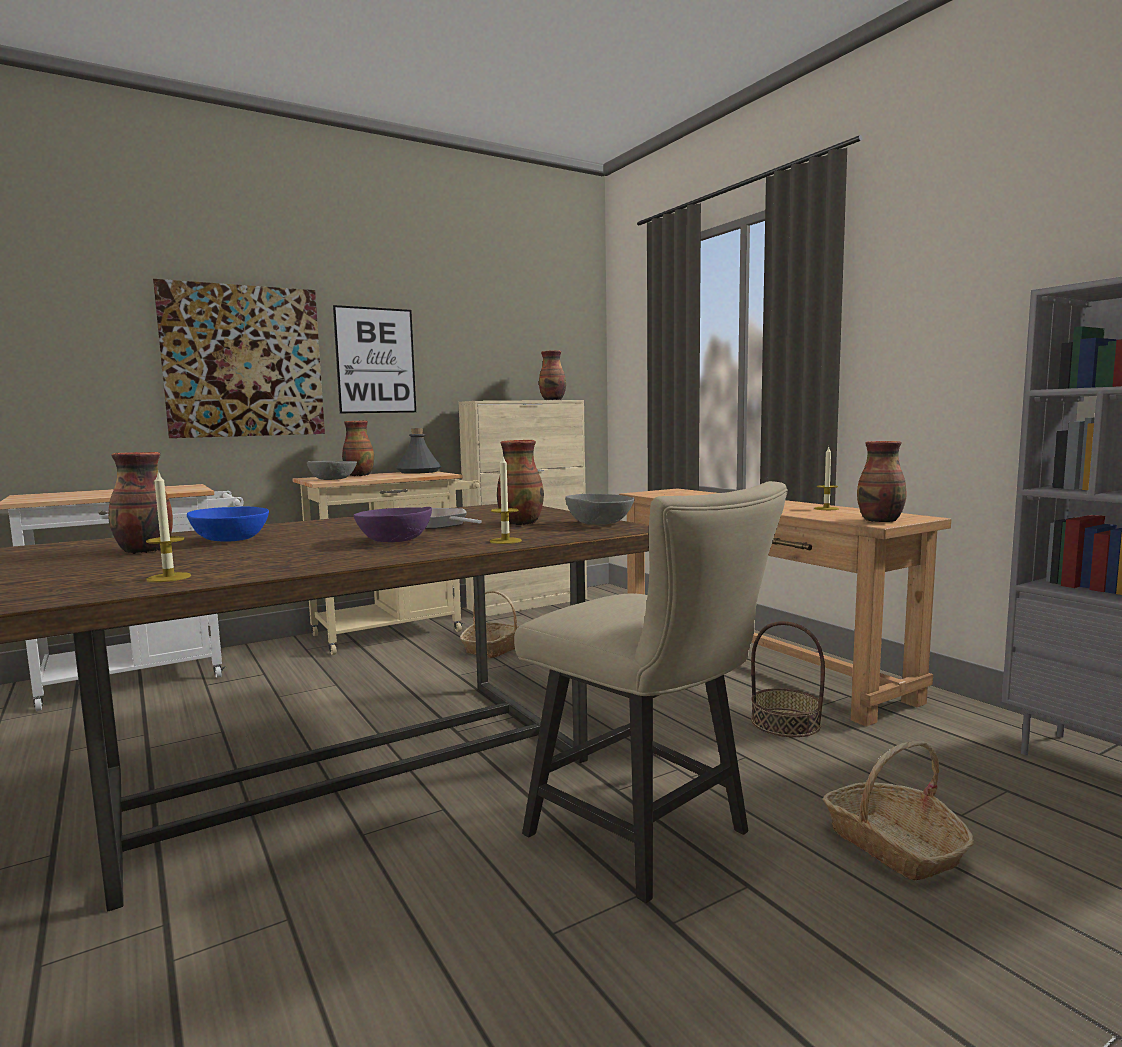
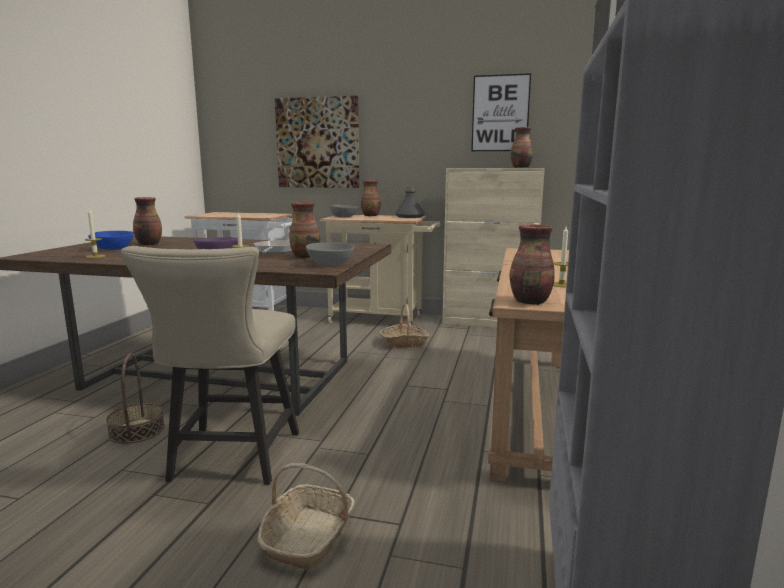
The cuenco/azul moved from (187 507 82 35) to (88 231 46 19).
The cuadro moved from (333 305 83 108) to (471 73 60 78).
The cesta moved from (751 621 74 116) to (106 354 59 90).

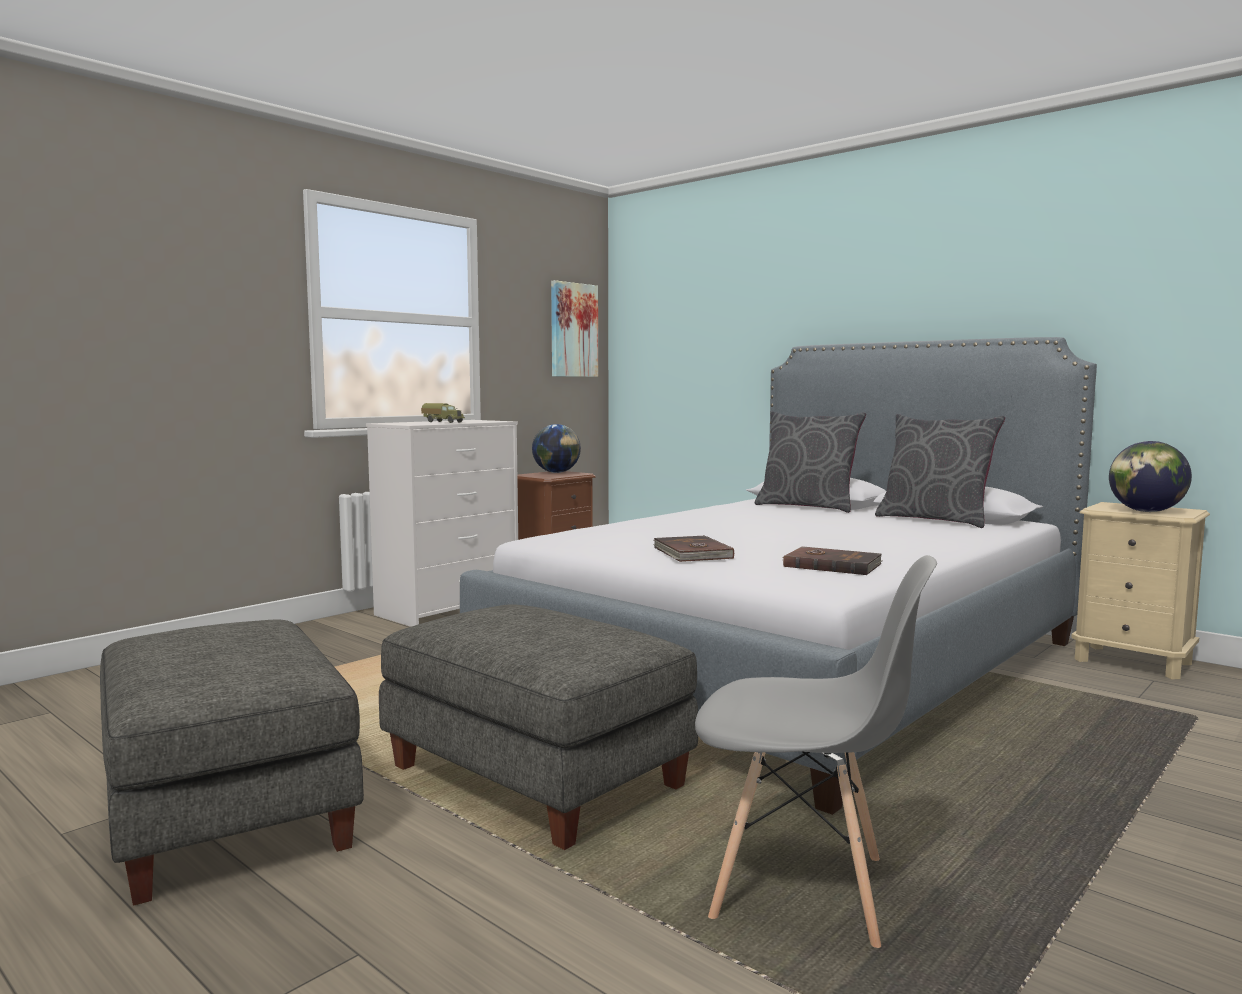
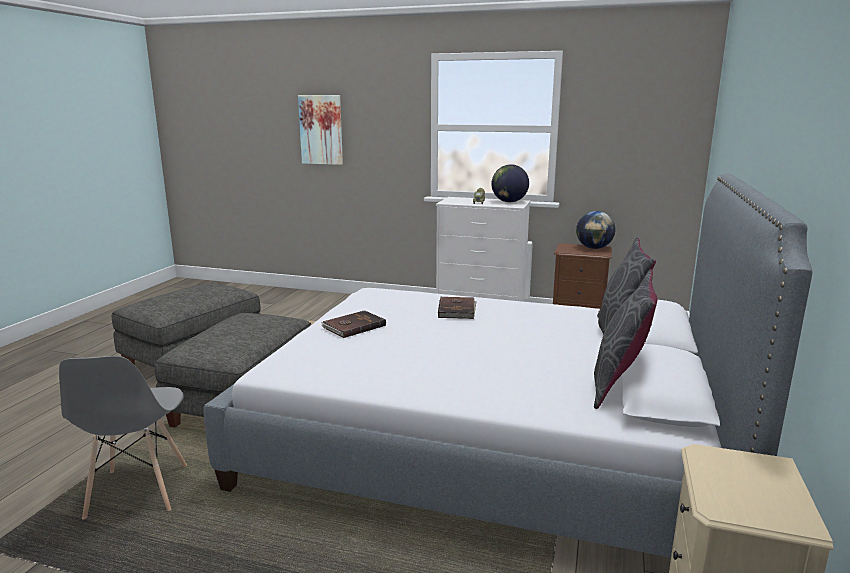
The cuadro moved from (551 280 47 97) to (298 95 45 70).
The libro/marrón moved from (783 546 99 29) to (438 297 38 22).
The globo terráqueo moved from (1109 441 83 71) to (492 164 37 38).

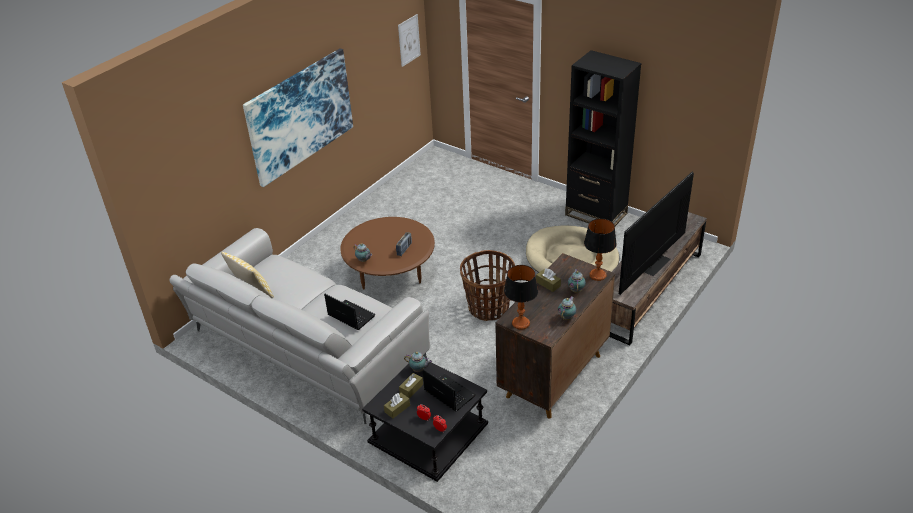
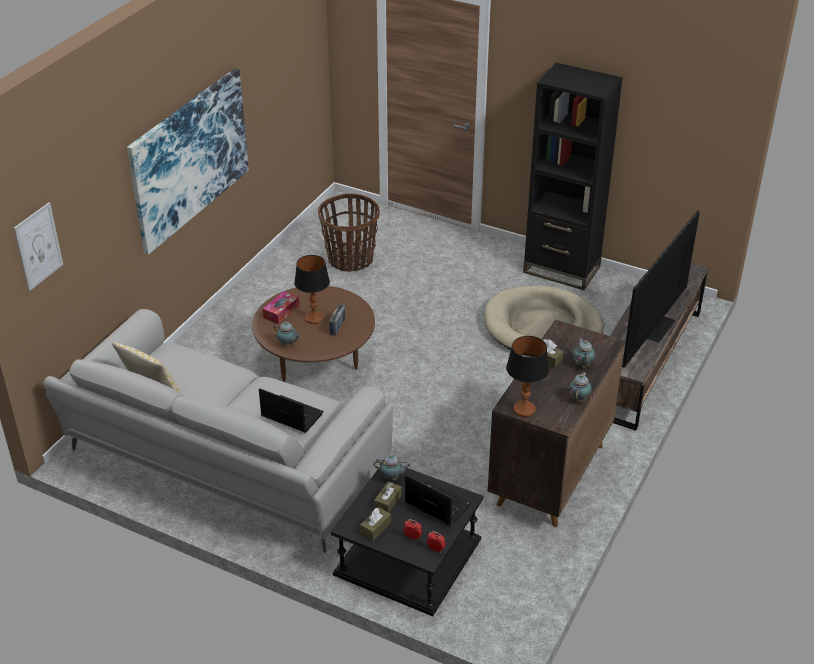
The cuadro moved from (398 14 23 53) to (14 202 49 89).
The cesta moved from (460 250 55 71) to (318 193 62 79).
The lámpara de mesa moved from (584 219 33 62) to (294 255 36 69).
The caja de pañuelos at (263 291 36 33) appeared.

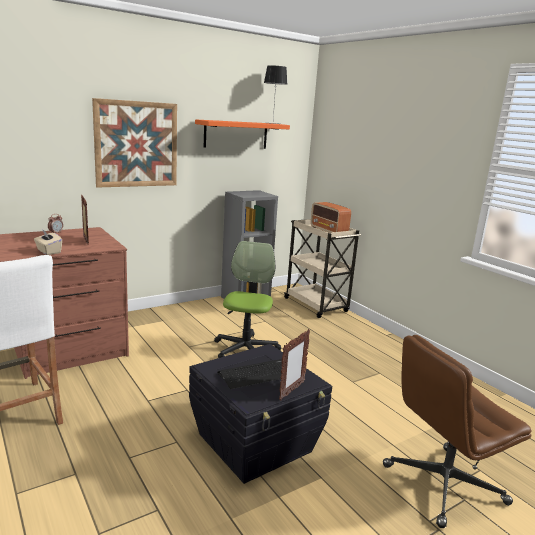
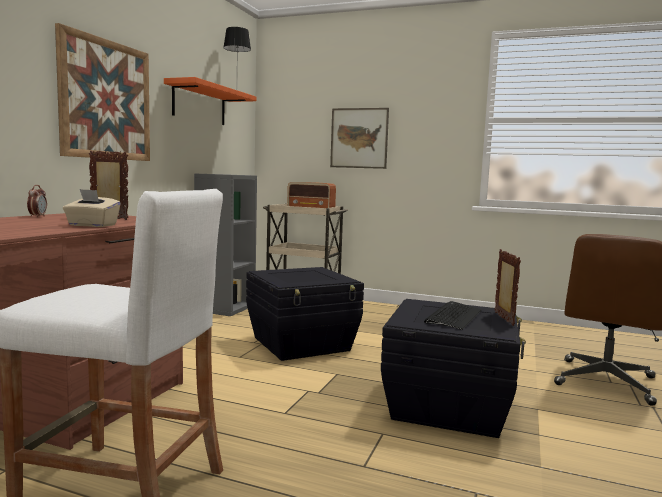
The silla de oficina at (214 241 67 117) was replaced by the caja de almacenaje/negro at (246 267 118 94).
The cuadro at (330 108 59 61) appeared.

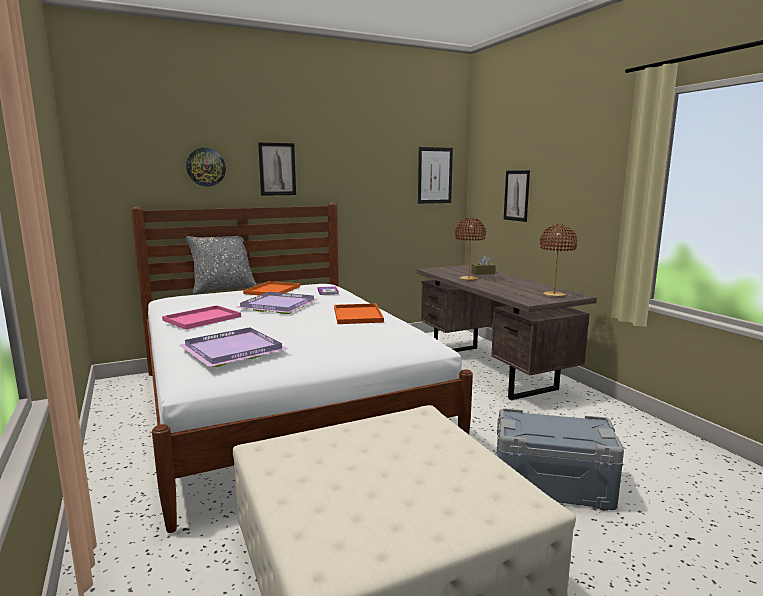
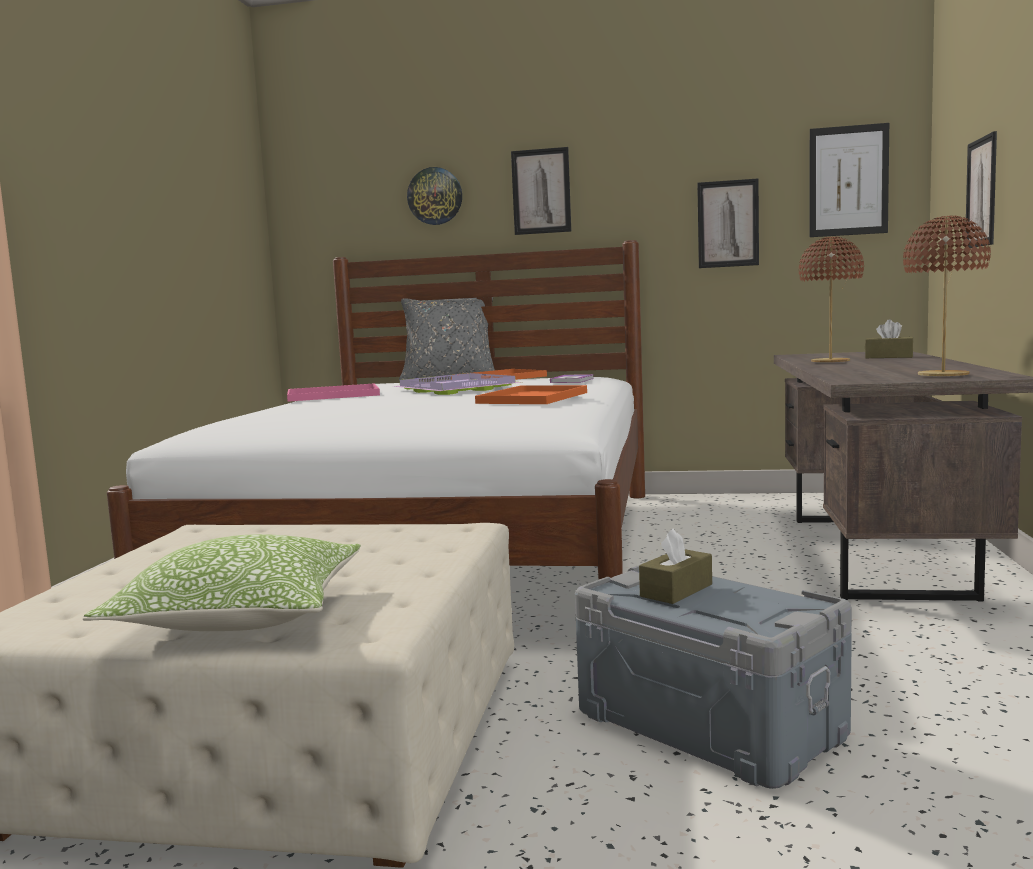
The bandeja/morado at (180 327 109 40) disappeared.
The cojín at (83 534 278 97) appeared.
The caja de pañuelos/marrón at (639 528 73 76) appeared.
The cuadro at (697 179 62 89) appeared.

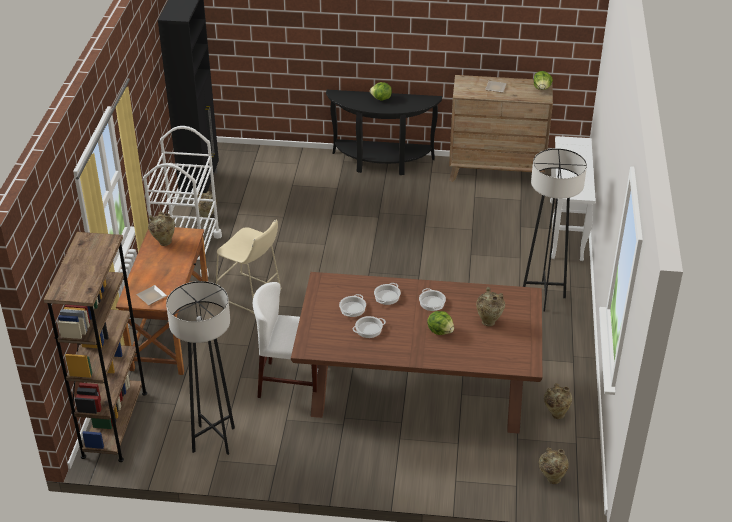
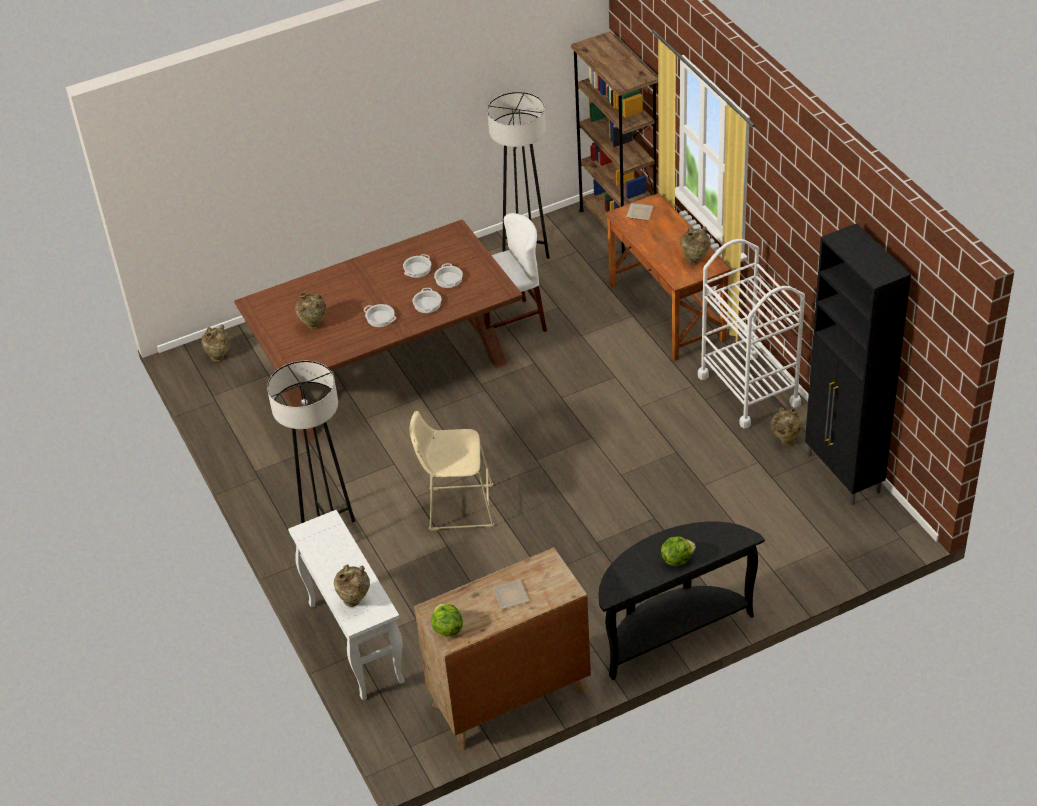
The taburete/beis moved from (216 220 66 94) to (409 411 86 120).
The lechuga at (427 311 27 24) disappeared.
The florero/beis moved from (544 383 28 36) to (334 564 36 43).

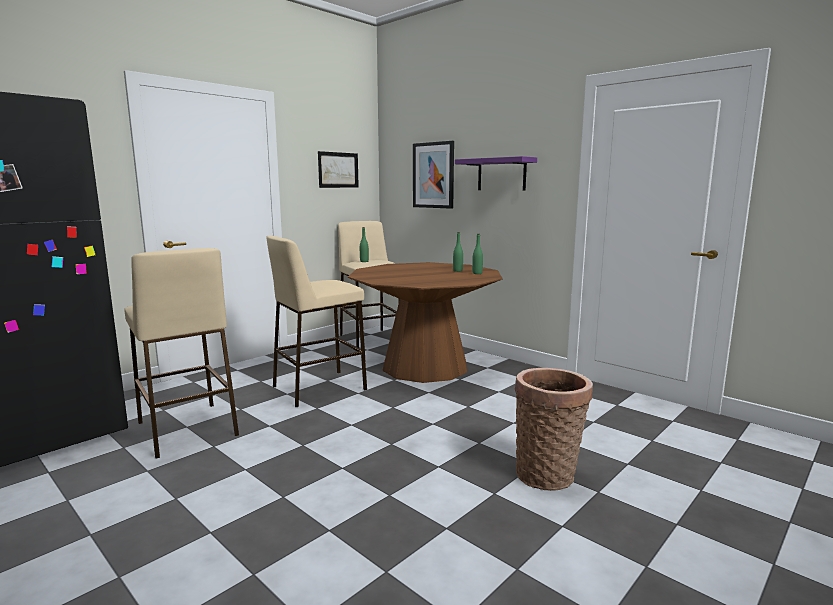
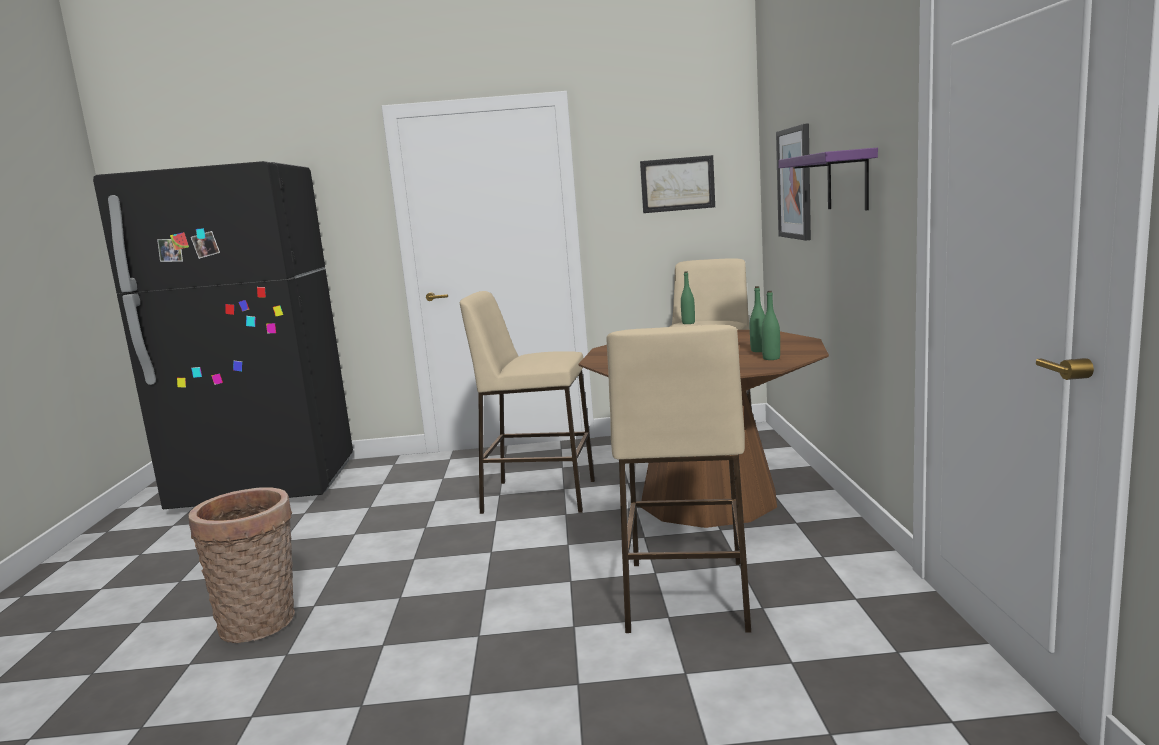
The taburete/beis moved from (124 248 115 210) to (607 325 144 308).
The cesta moved from (515 368 78 123) to (188 487 107 156).

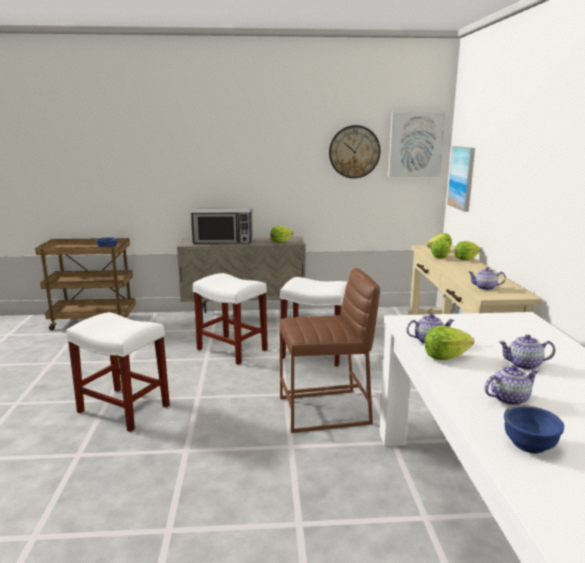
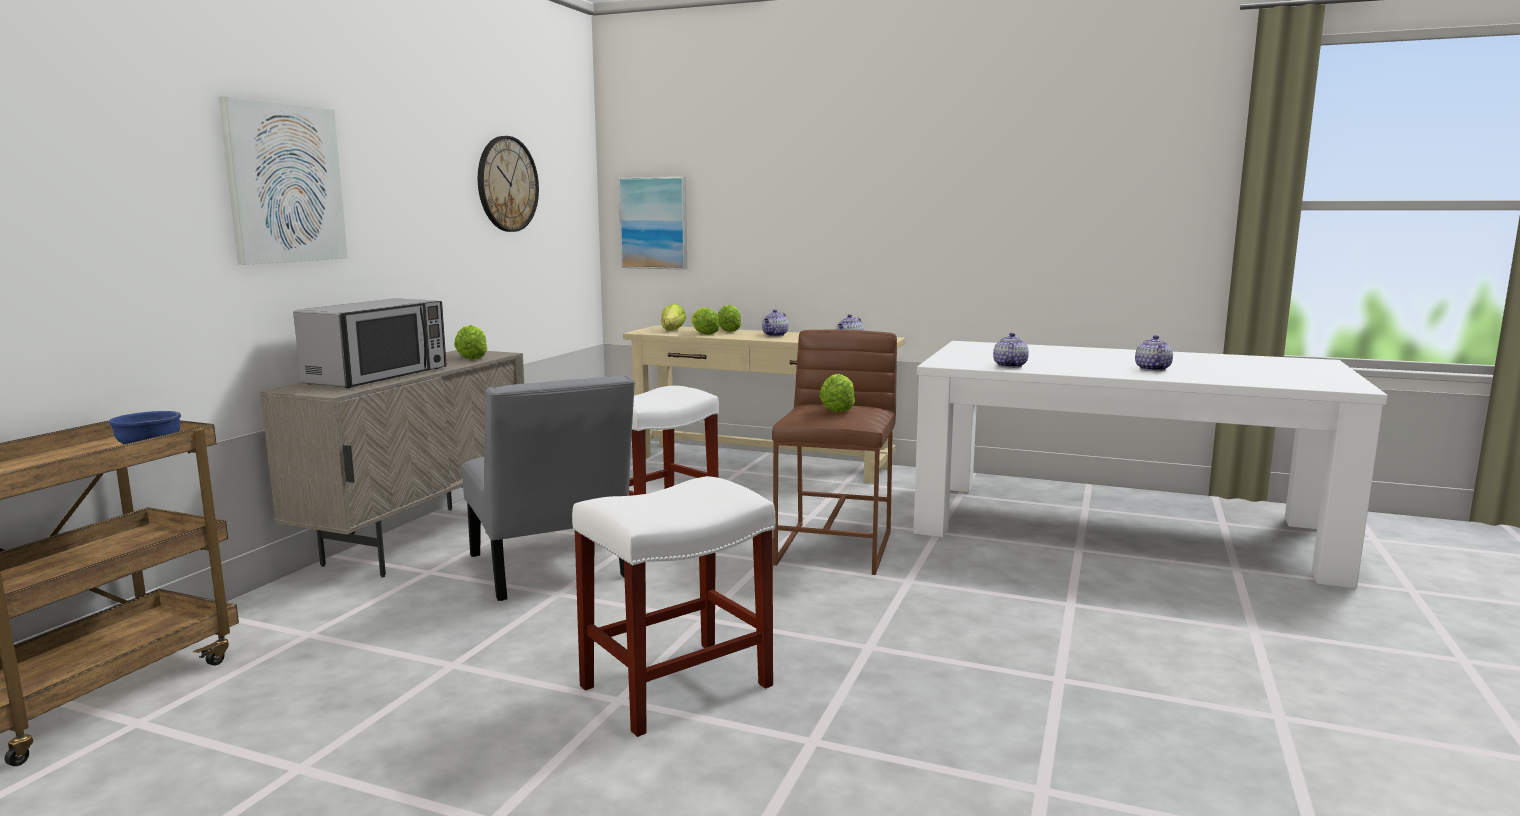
The taburete/blanco at (193 273 75 92) was replaced by the silla/gris at (462 375 173 226).
The cuadro moved from (388 112 57 65) to (219 96 129 169).
The lechuga moved from (425 326 49 34) to (819 374 36 39).
The tetera moved from (499 334 56 36) to (762 309 26 28).
The cuenco/azul at (504 405 60 49) disappeared.

